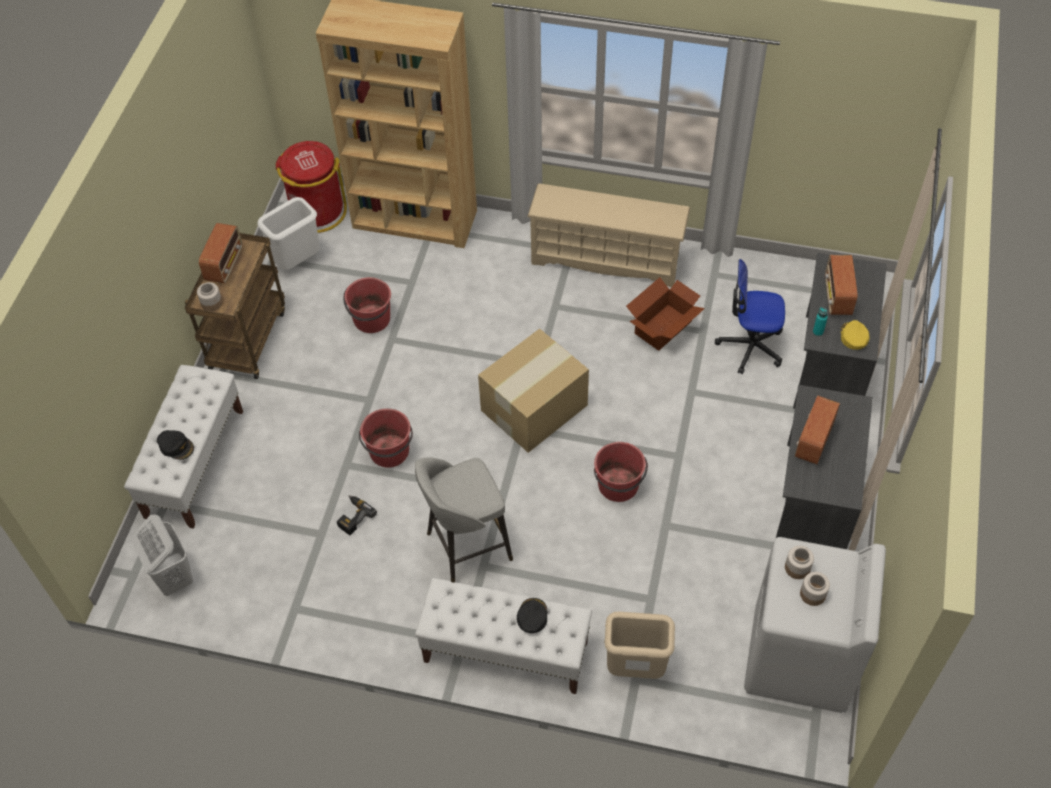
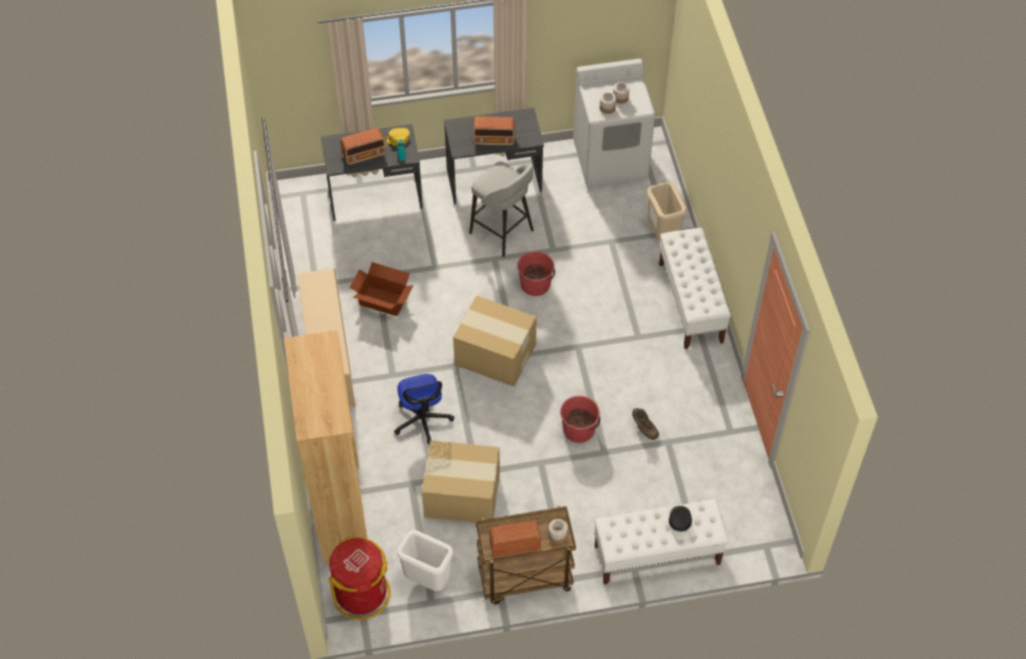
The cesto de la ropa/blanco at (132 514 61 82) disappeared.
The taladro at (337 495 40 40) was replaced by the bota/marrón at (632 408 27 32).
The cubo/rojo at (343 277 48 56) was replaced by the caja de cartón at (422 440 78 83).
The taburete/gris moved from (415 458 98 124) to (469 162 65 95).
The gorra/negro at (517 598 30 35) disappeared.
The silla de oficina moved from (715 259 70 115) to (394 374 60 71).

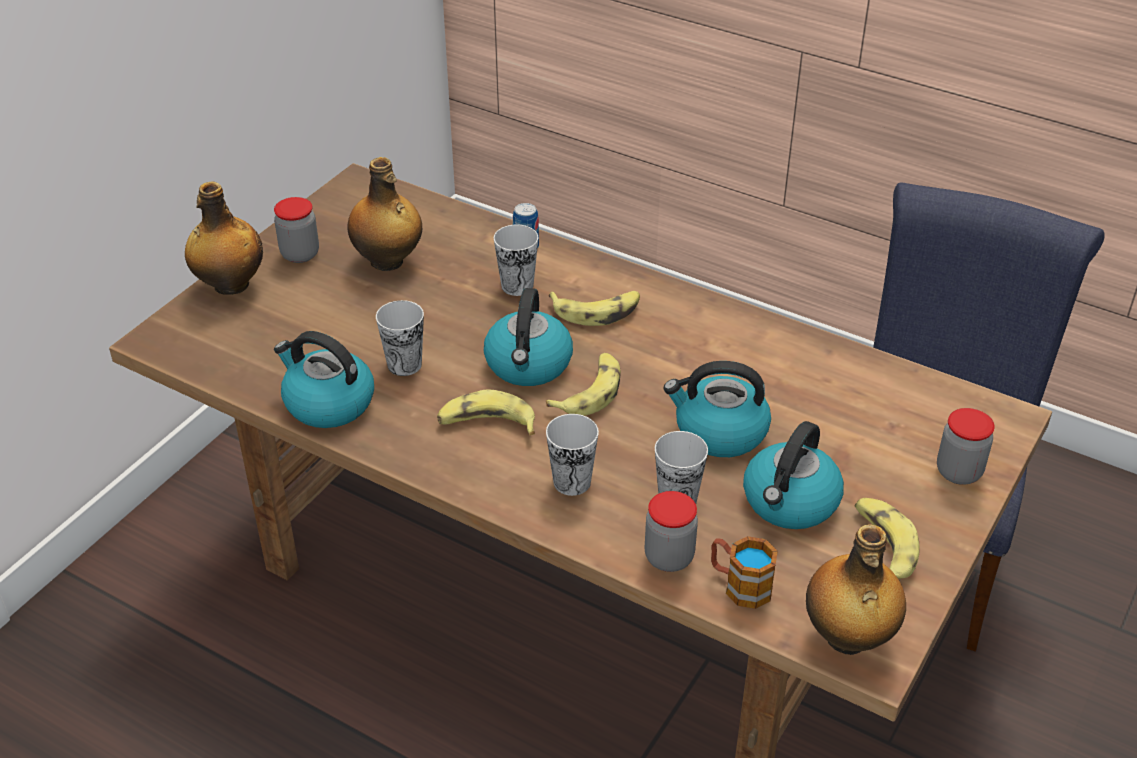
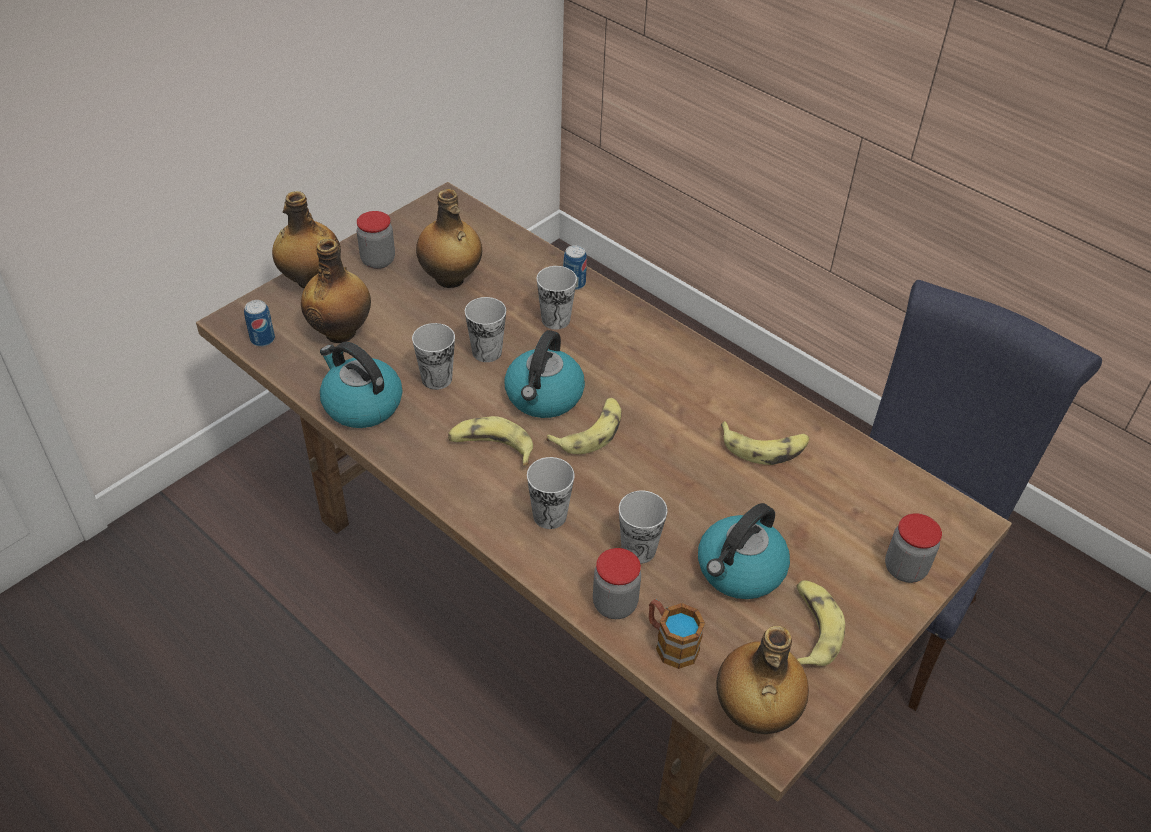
The plátano moved from (549 291 91 35) to (721 421 88 44).
The hervidor at (664 361 107 96) disappeared.
The lata at (244 300 31 47) appeared.
The botella at (301 239 70 104) appeared.
The taza at (465 297 41 65) appeared.

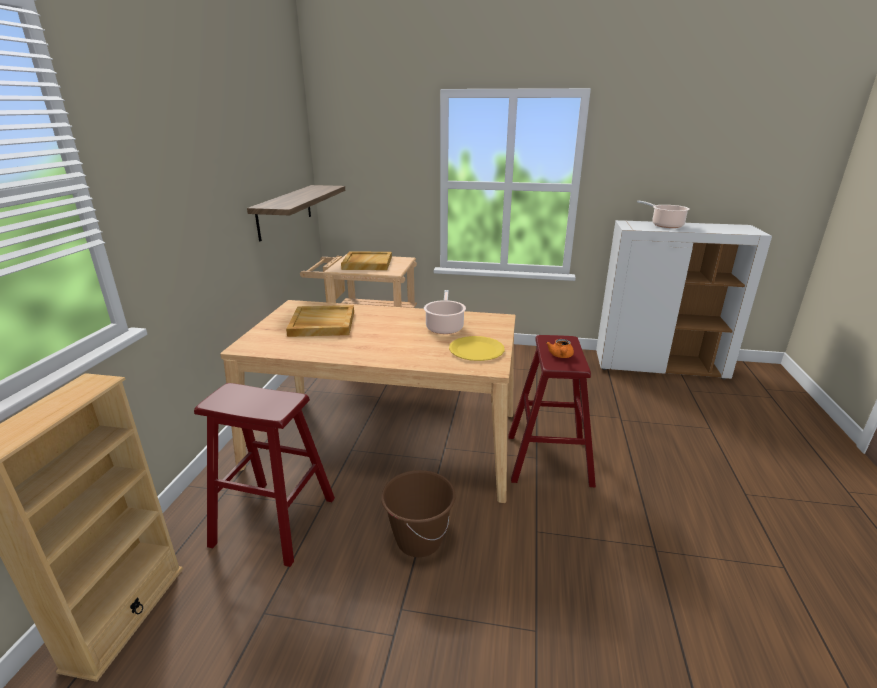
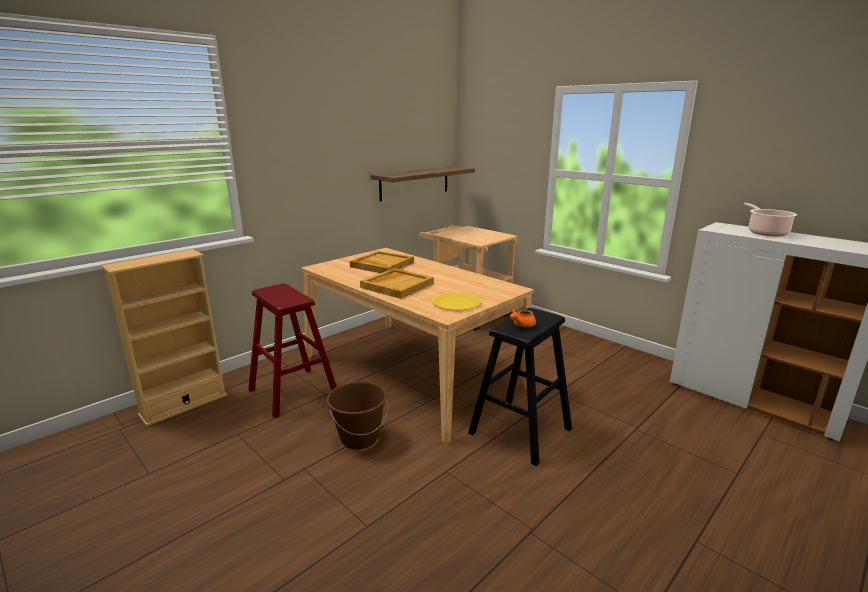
The bandeja/beis moved from (341 252 51 18) to (360 268 74 31).
The olla at (424 290 42 44) disappeared.
The taburete/rojo at (508 335 88 152) became the taburete/negro at (468 308 104 158).

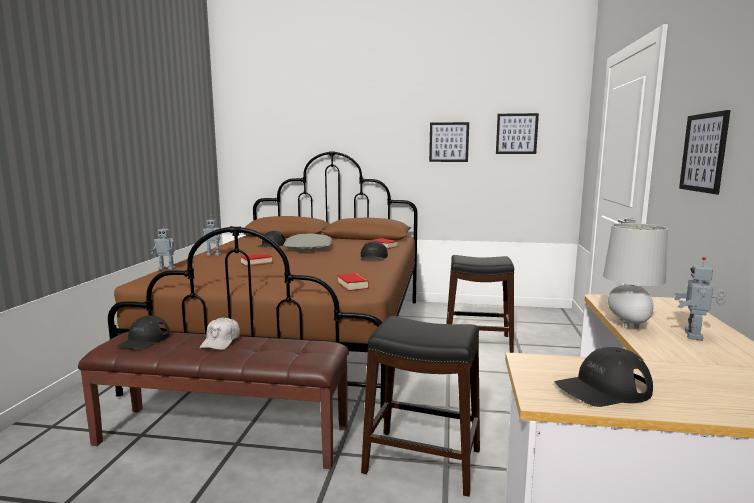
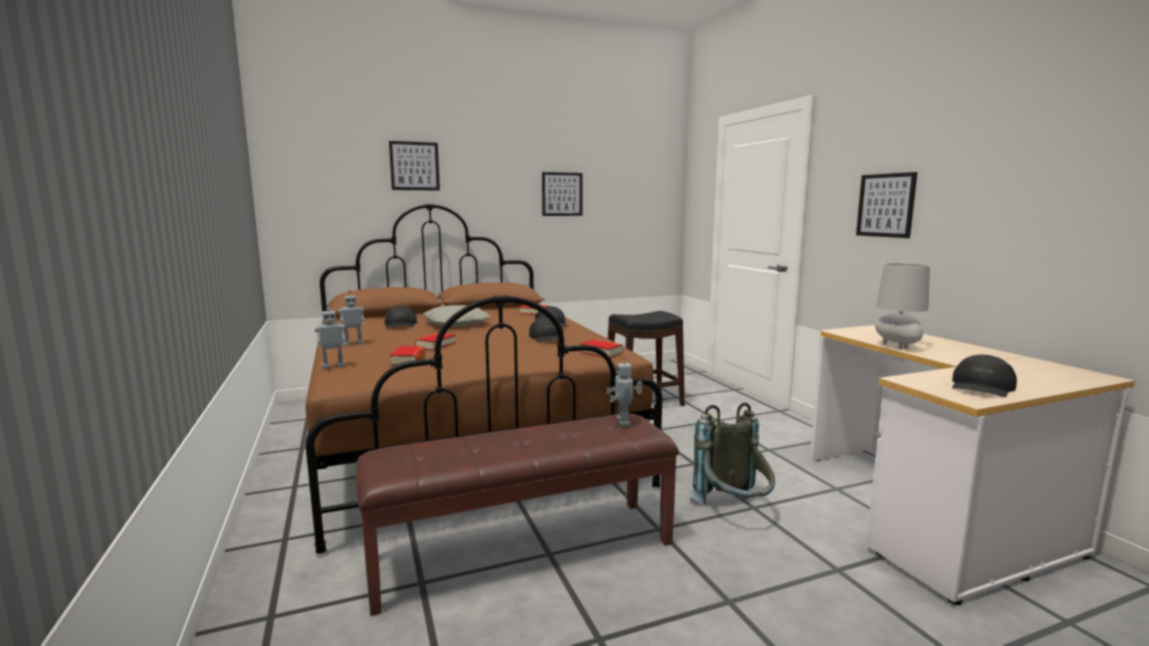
The gorra/negro moved from (117 315 53 34) to (529 317 36 25).
The gorra/blanco at (199 317 41 33) disappeared.
The taburete/negro at (361 316 119 181) was replaced by the mochila/gris at (689 403 86 101).
The cuadro moved from (496 113 43 41) to (389 141 51 50).
The robot de juguete moved from (674 257 52 84) to (606 356 37 70).
The libro at (389 346 36 20) appeared.

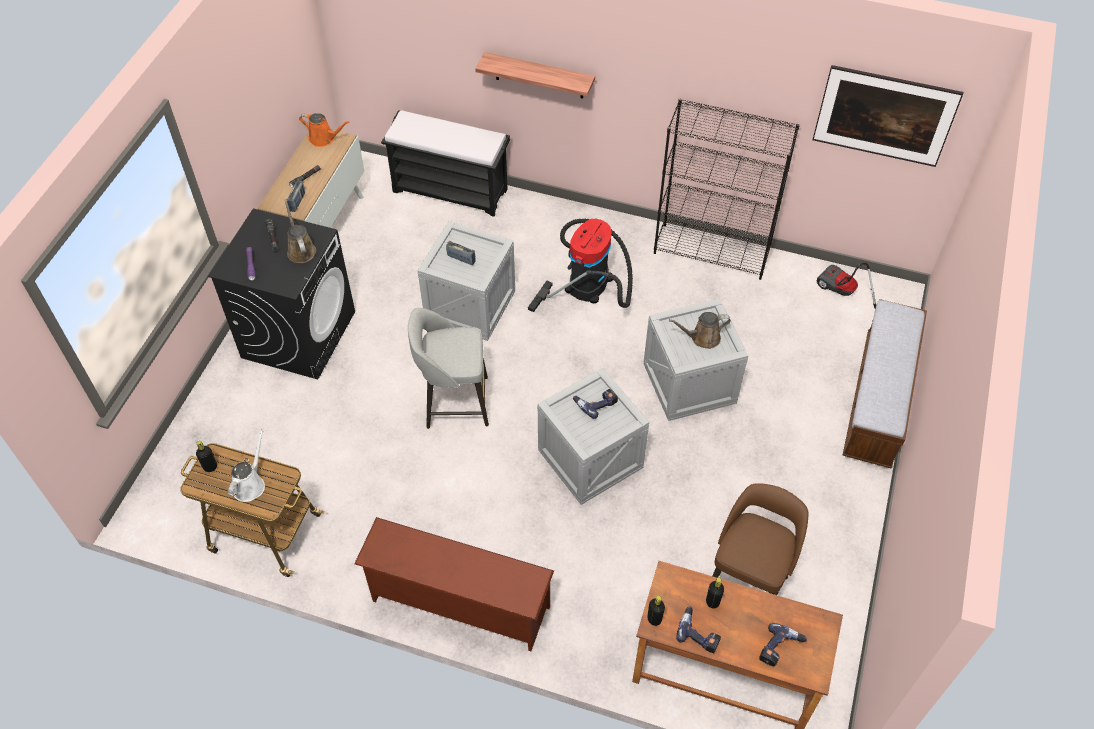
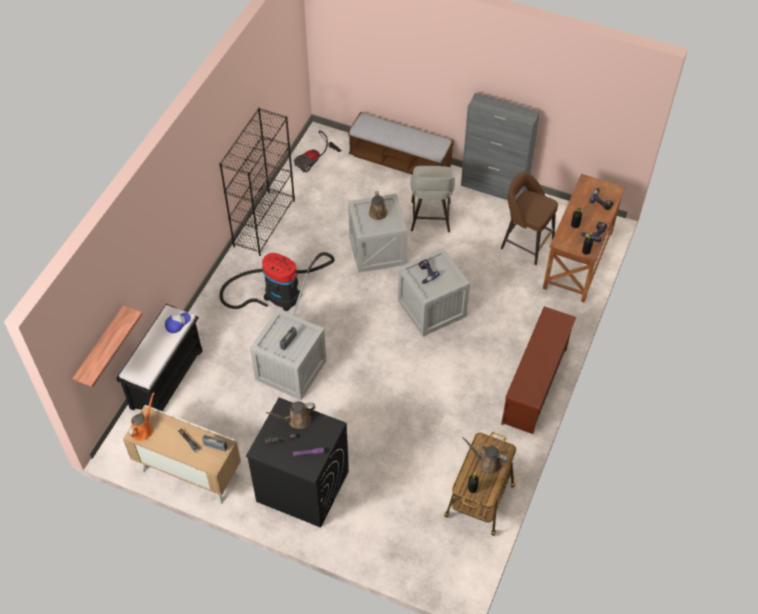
The regadera/blanco at (228 429 37 73) became the regadera/marrón at (462 437 46 37).
The taburete/gris moved from (408 308 81 121) to (410 166 45 66).
The estante moved from (475 52 120 47) to (73 305 69 82).
The cuadro at (813 65 150 102) disappeared.
The gorra at (165 312 26 21) appeared.
The armario/gris at (461 93 79 107) appeared.

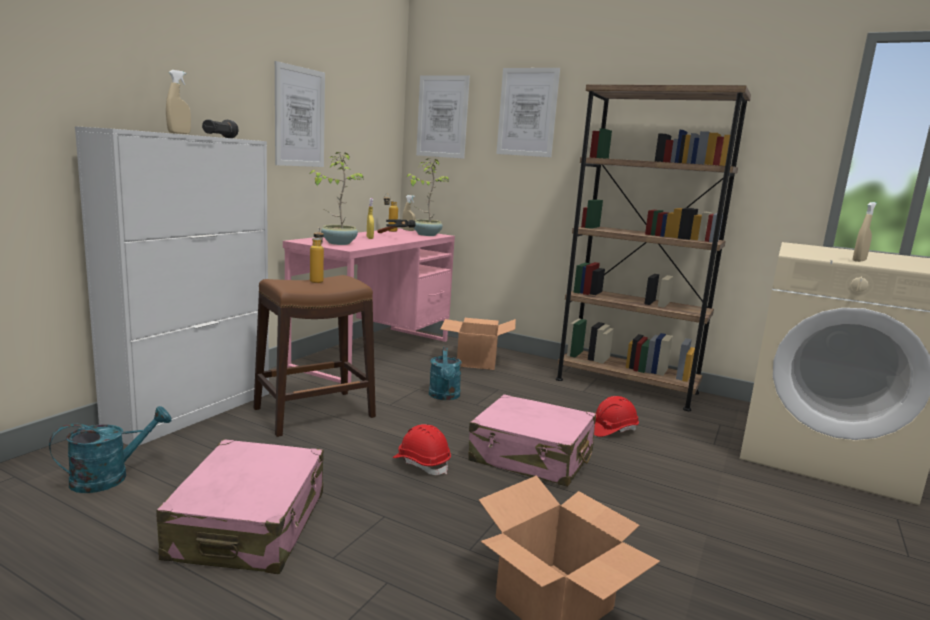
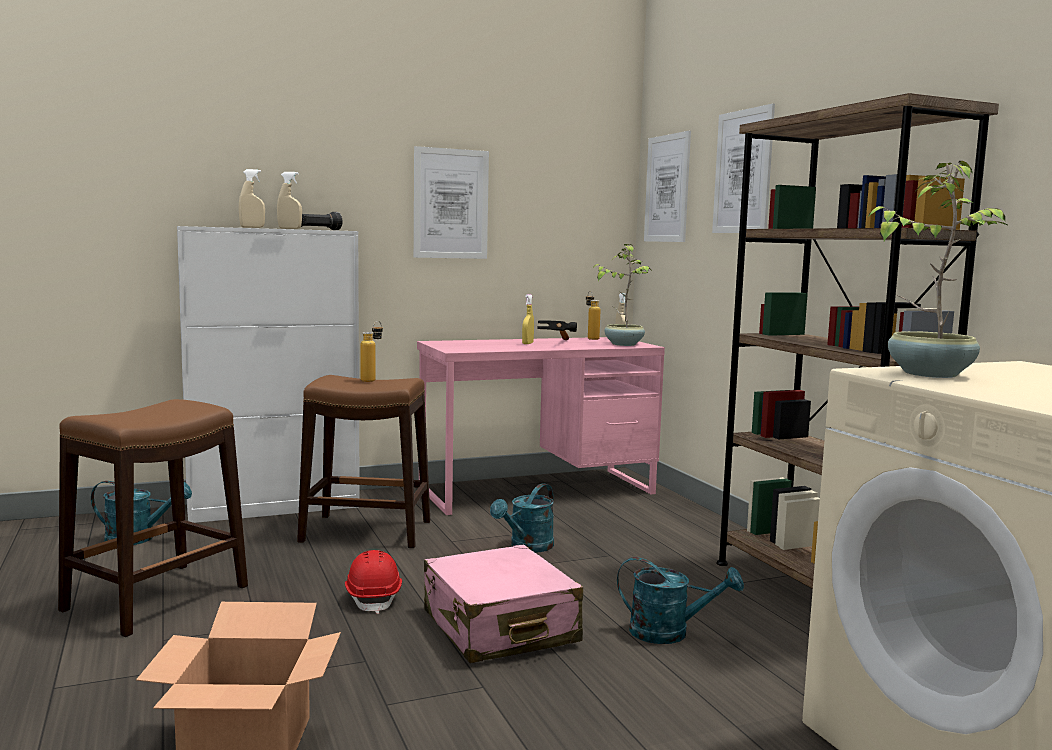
The maleta/rosa at (157 439 167 135) was replaced by the taburete/marrón at (58 399 190 238).
The planta en maceta moved from (309 152 55 93) to (869 161 140 217).
The caja de cartón at (440 318 76 52) disappeared.
The casco/rojo at (594 396 45 41) was replaced by the regadera/turquesa at (617 557 127 87).
The pulverizador/beis moved from (853 202 24 60) to (277 172 25 57).

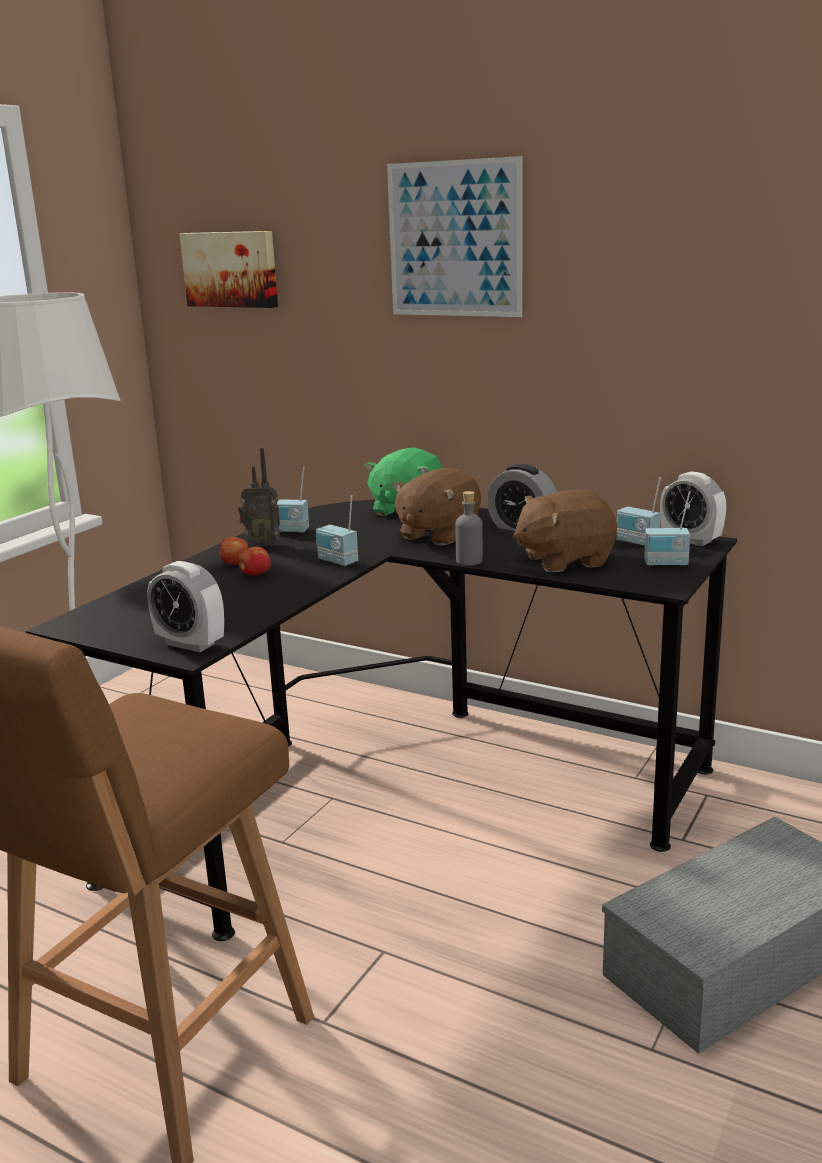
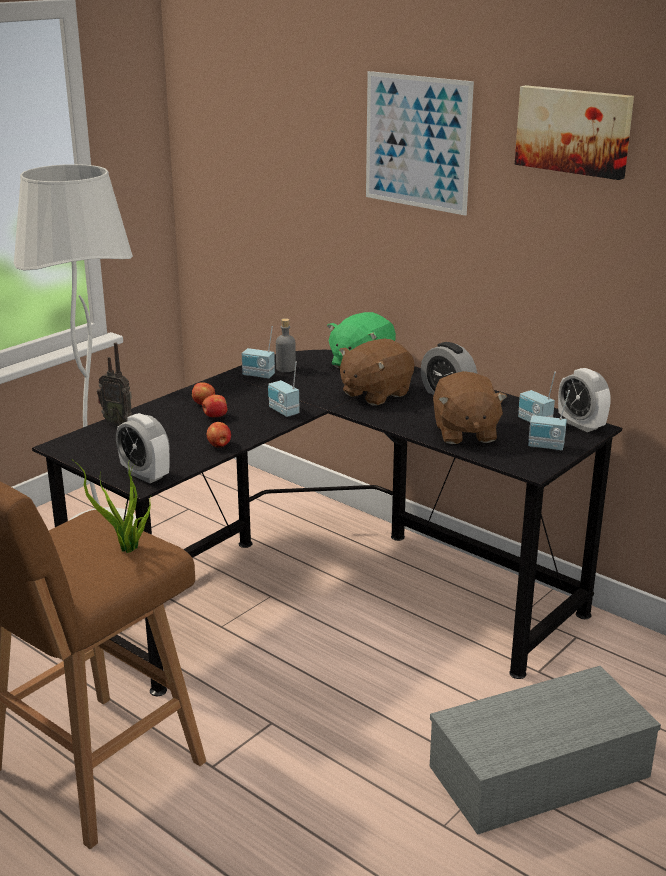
The cuadro moved from (180 231 98 77) to (515 85 119 95).
The radio moved from (238 448 43 99) to (97 343 35 83).
The botella/gris moved from (455 491 28 74) to (276 318 20 54).
The peluche/marrón at (512 490 105 82) turned 90 degrees counterclockwise.
The planta en maceta at (73 460 78 93) appeared.
The manzana at (207 422 24 26) appeared.

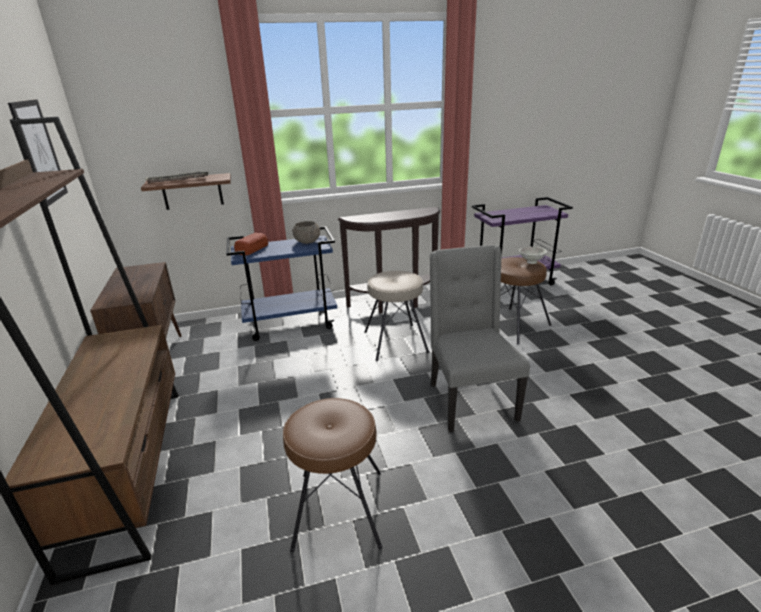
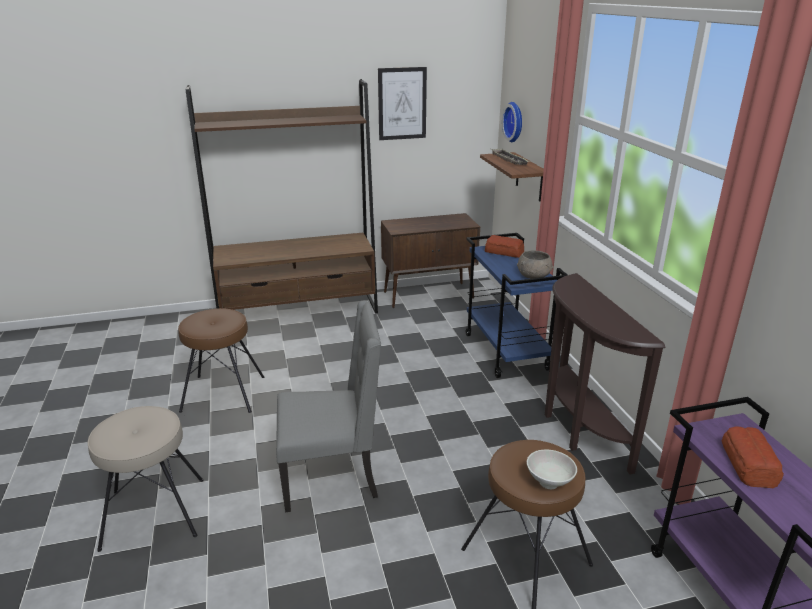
The taburete/beis moved from (364 271 65 90) to (88 406 115 146).
The reloj de pared at (502 102 20 40) appeared.
The pan at (721 426 63 62) appeared.

